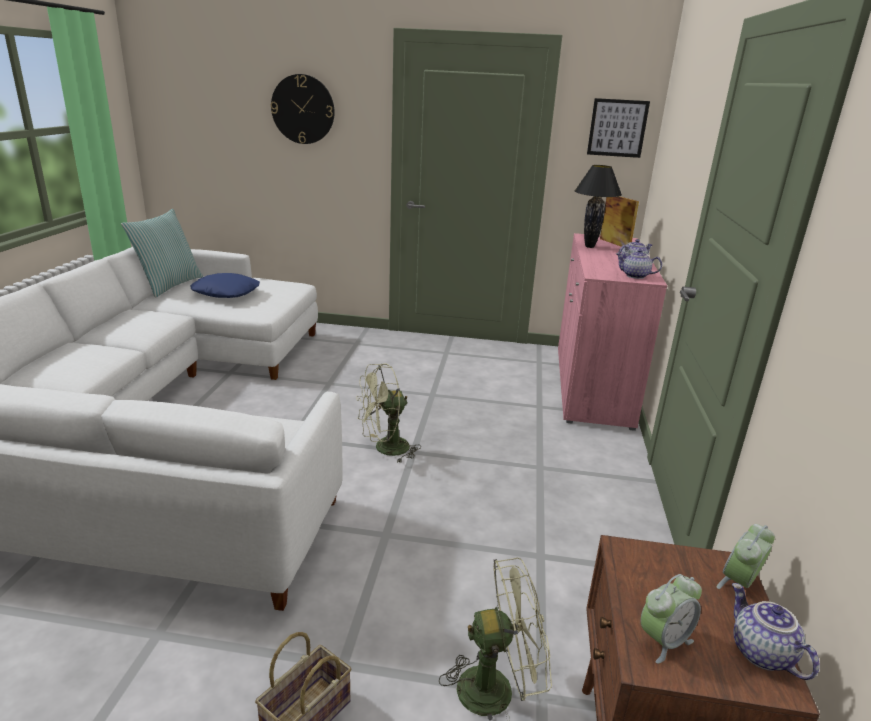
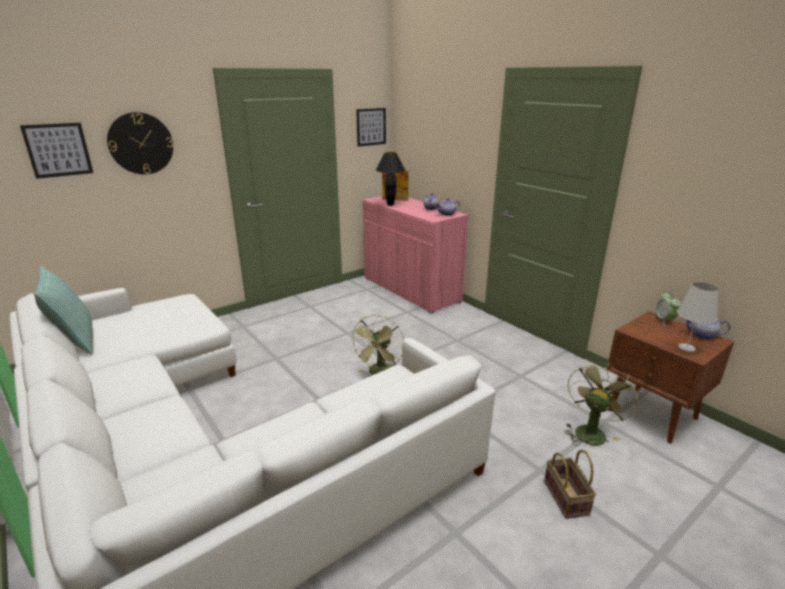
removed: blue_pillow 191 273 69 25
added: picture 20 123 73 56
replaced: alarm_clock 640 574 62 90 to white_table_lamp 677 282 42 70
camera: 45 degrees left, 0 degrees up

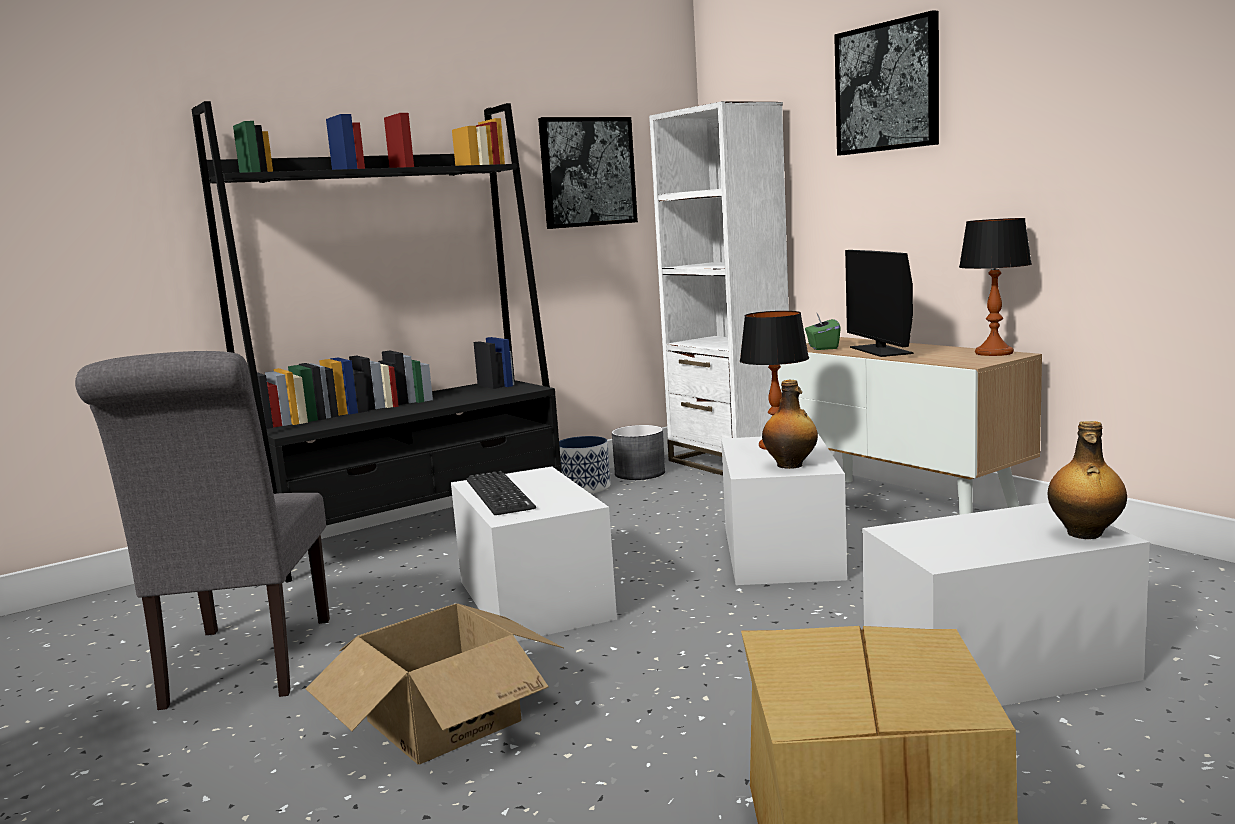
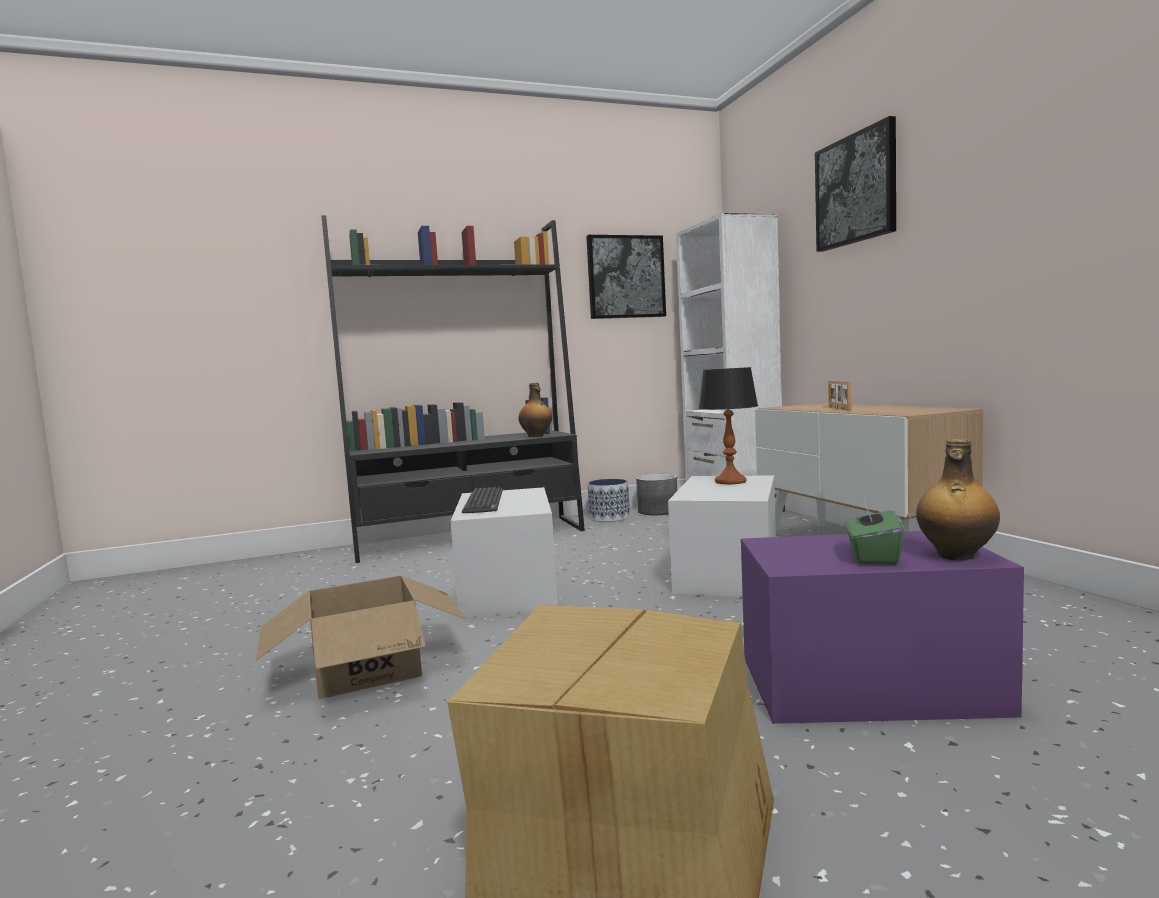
removed: table_lamp 959 218 73 138; grey_chair 75 351 255 359
moved: green_tissue_box 805 314 36 36 to 845 498 59 67; bottle 762 380 56 89 to 519 383 33 54
replaced: monitor 845 250 68 107 to picture_frame 828 380 23 31
recoloured: white_storage_box 862 502 288 204 to purple_storage_box 741 531 283 193
camera: 15 degrees right, 5 degrees down

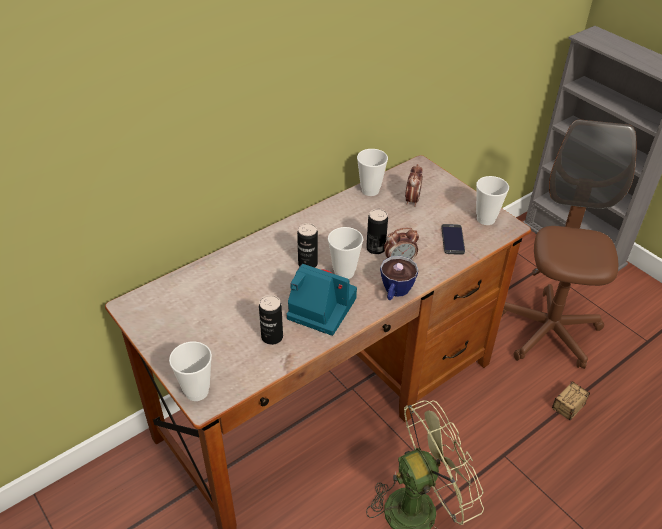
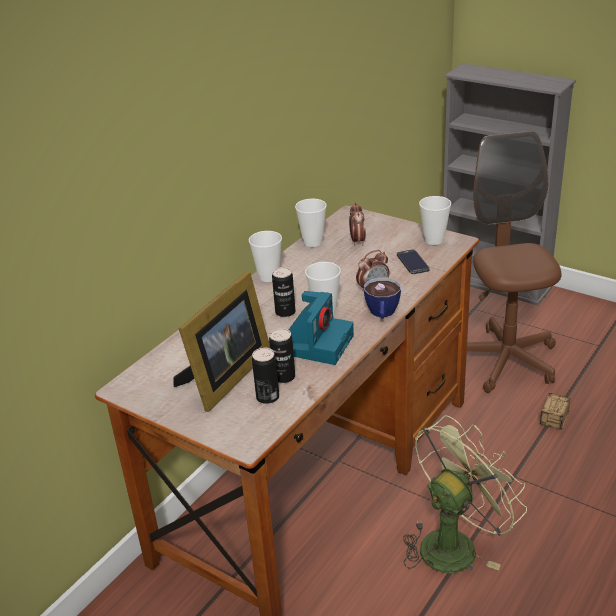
added: picture_frame 173 271 97 141
moved: can 366 209 22 45 to 252 348 27 56; cup 169 341 43 60 to 249 231 33 51
turned: photo_camera 286 264 71 72 = 289 291 65 74 105 degrees clockwise
camera: 15 degrees left, 10 degrees down

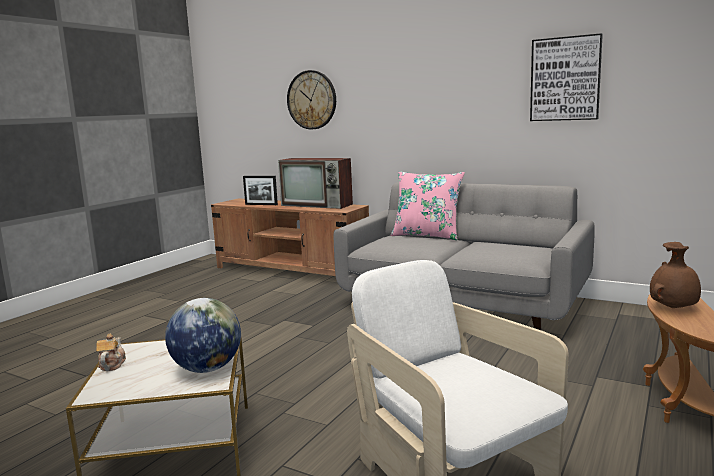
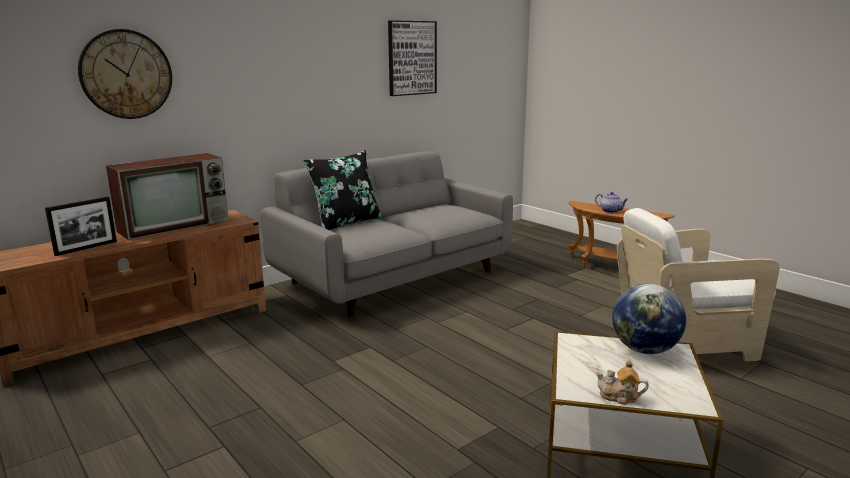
replaced: brown_vase 650 242 51 66 to teapot 595 192 33 21
recoloured: pink_pillow 391 171 74 69 to black_pillow 303 150 80 80
camera: 70 degrees left, 5 degrees up

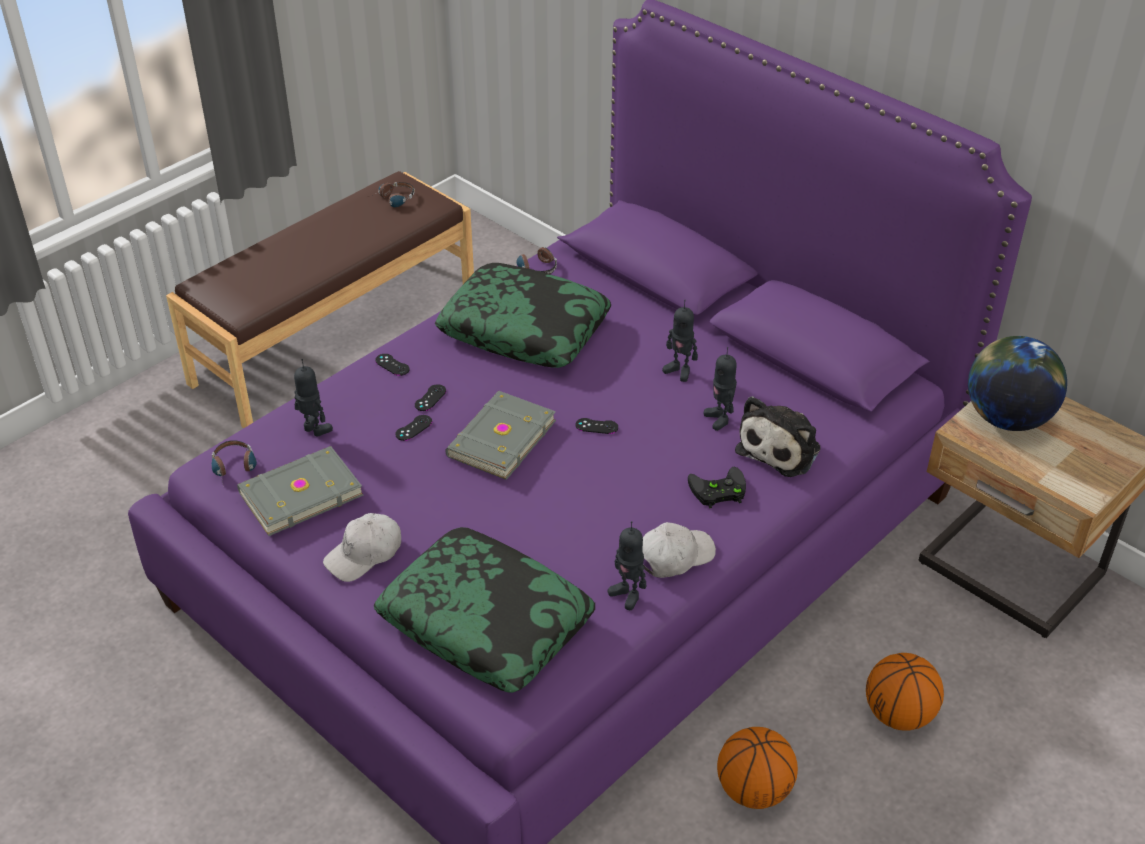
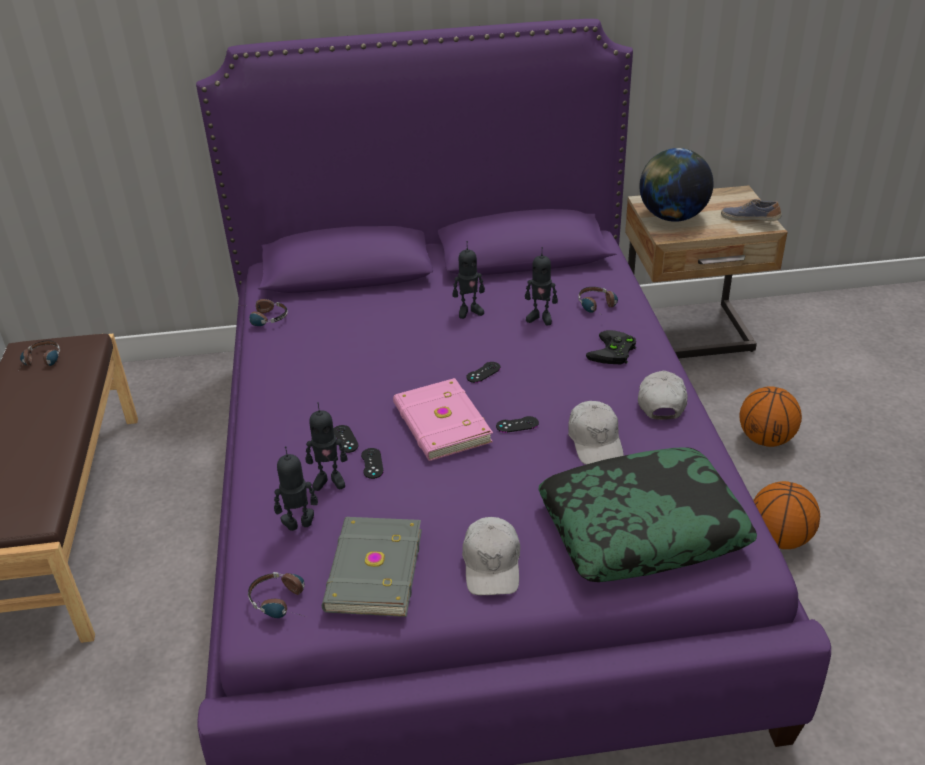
removed: pillow 435 263 176 105
added: shoe 721 199 61 22; white_cap 568 401 56 63
moved: black_game_controller 375 354 35 22 to 496 416 43 17; toy_robot 608 521 39 89 to 306 402 42 89
replaced: plush_toy 735 396 86 81 to headphones 578 287 40 26
recoloured: grey_book 446 391 110 89 to pink_book 393 378 100 83
camera: 50 degrees left, 5 degrees down

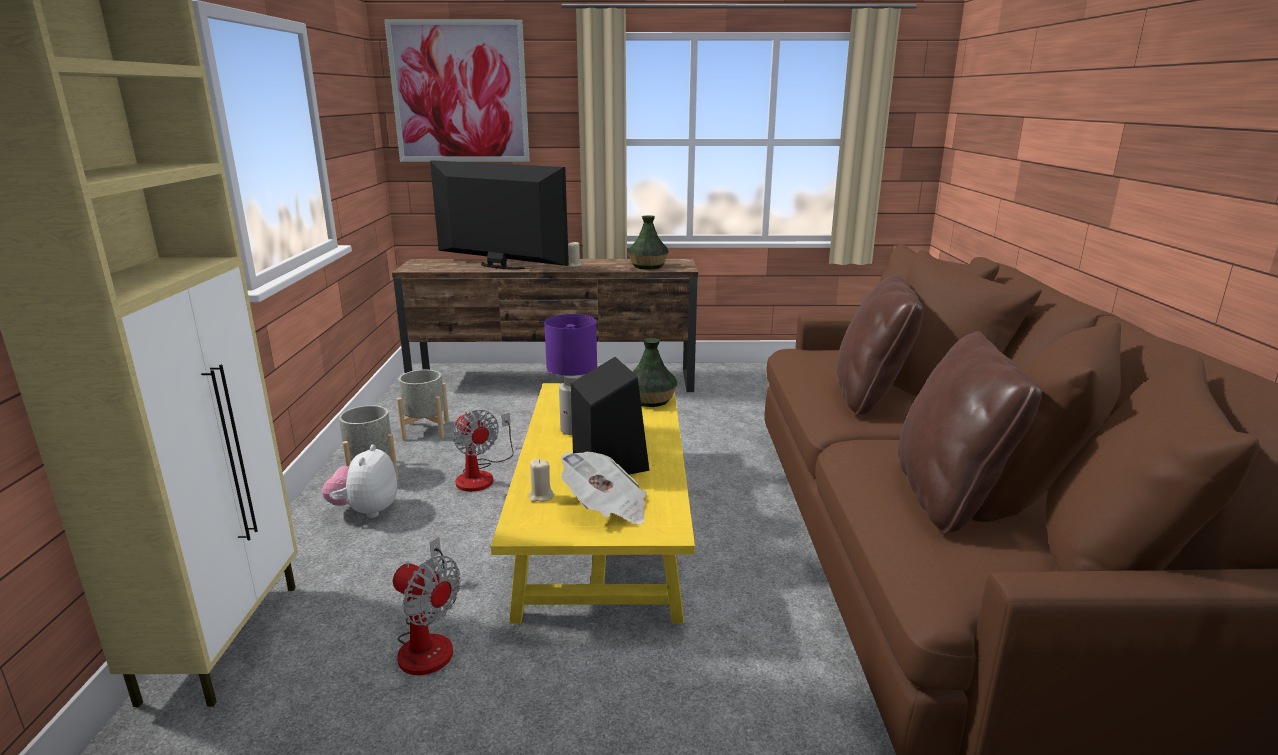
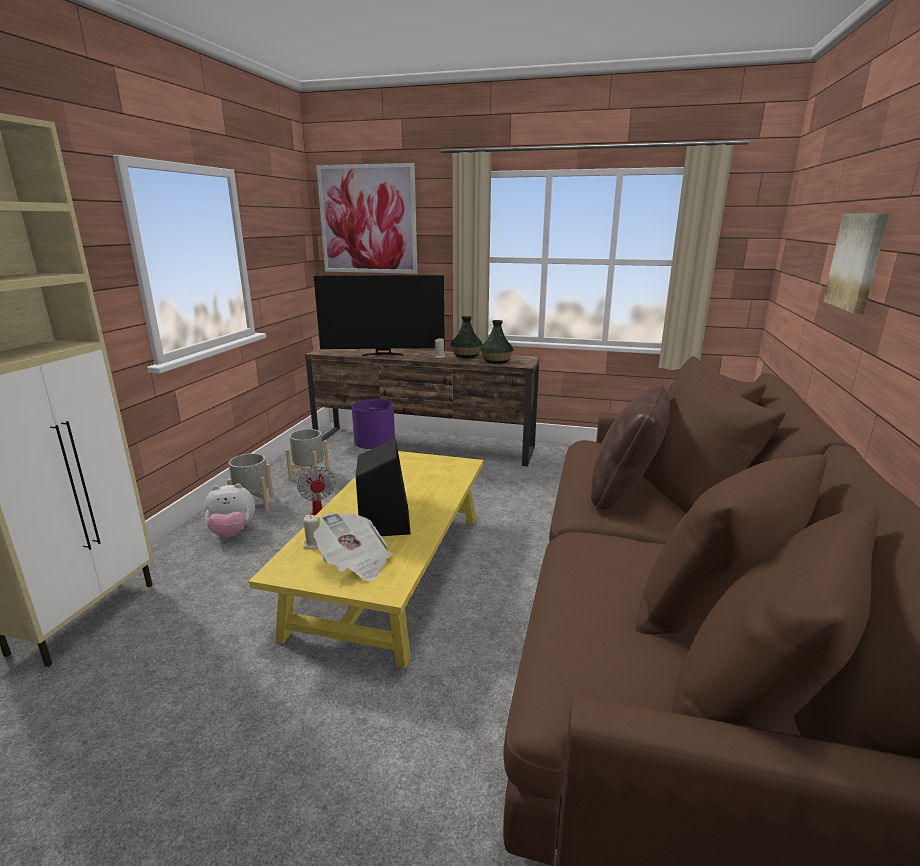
removed: brown_pillow 898 331 144 204; fan 393 537 68 138
added: picture 823 213 66 101
moved: vase 633 338 44 69 to 451 316 32 42
turned: television 430 160 139 110 = 314 275 131 81 135 degrees clockwise; plush_toy 322 444 75 74 = 204 484 51 54 120 degrees counterclockwise
camera: 15 degrees right, 0 degrees up

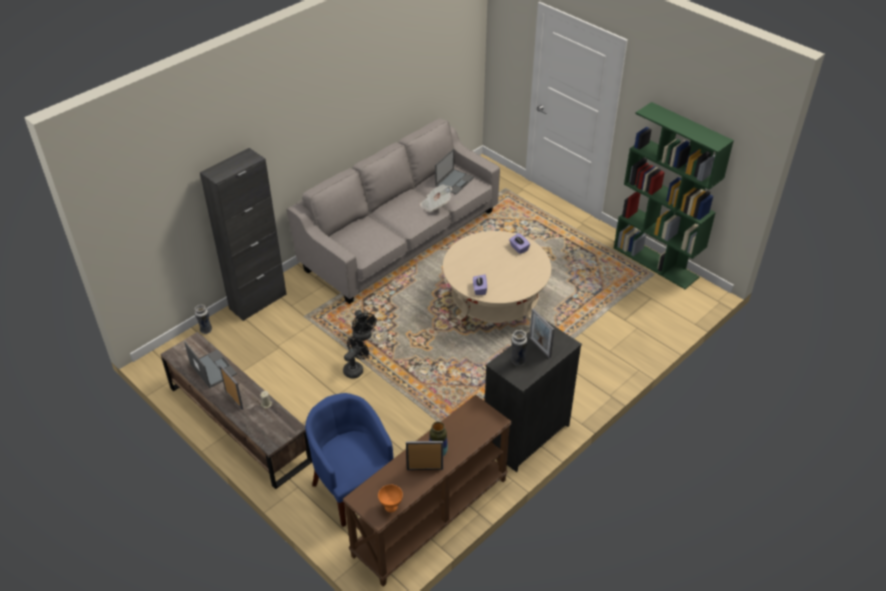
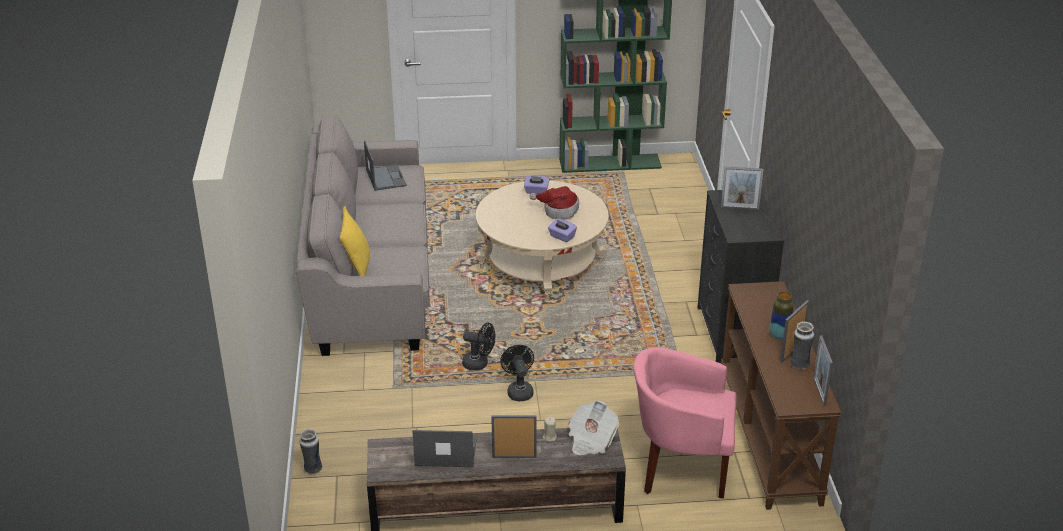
removed: black_cabinet 200 148 87 173
added: hat 529 186 50 33; yellow_pillow 340 206 30 70
moved: newspaper 420 184 32 28 to 569 400 50 55; vase 511 330 16 36 to 791 322 23 48
replaced: orange_bowl 378 485 25 27 to picture_frame 813 335 20 71
recoloured: blue_armchair 305 393 89 134 to pink_armchair 633 347 104 151
camera: 50 degrees left, 10 degrees down

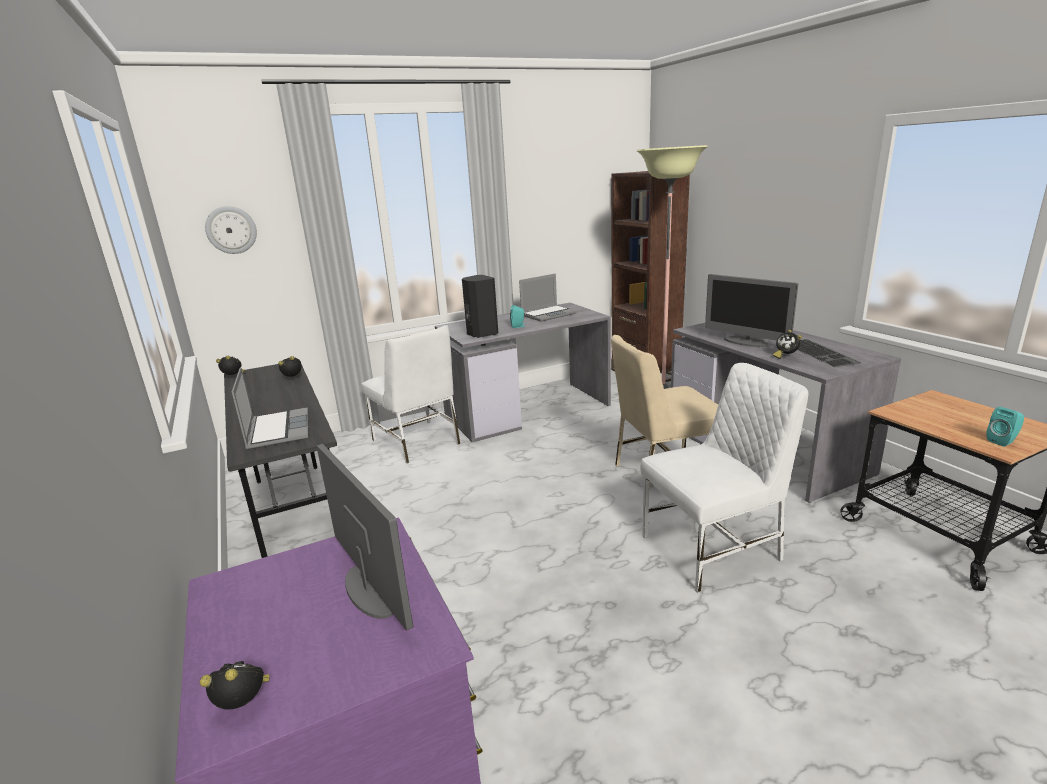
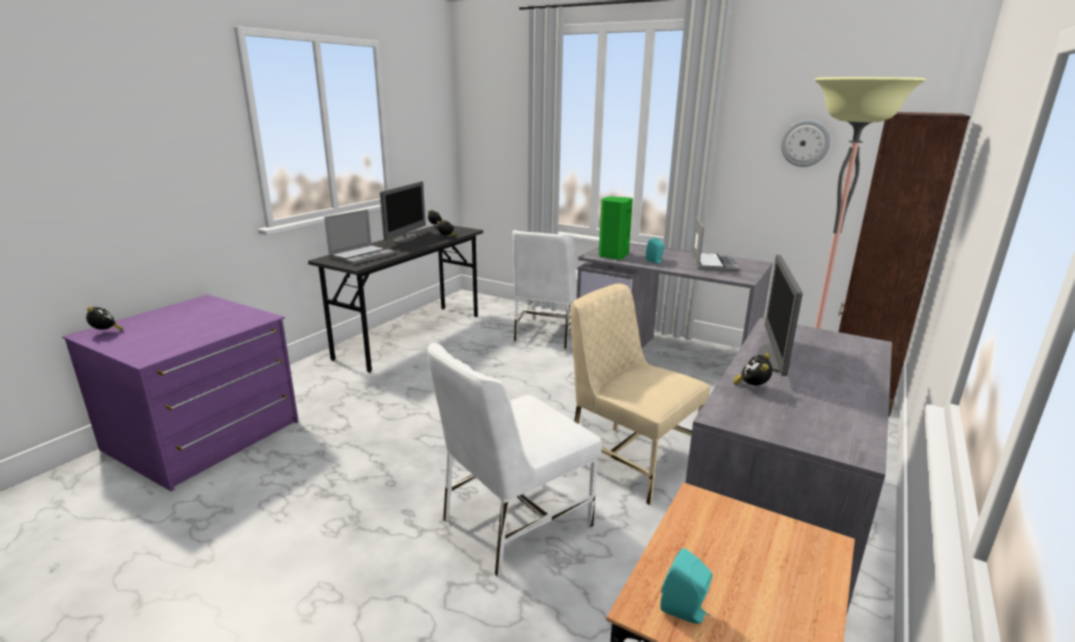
removed: keyboard 798 339 63 28
moved: wall_clock 205 206 52 48 to 781 119 50 48; monitor 316 444 97 187 to 380 181 46 62
recoloured: black_speaker 462 275 36 63 to green_speaker 599 197 34 63
turned: laptop 519 273 58 49 = 692 217 47 54 105 degrees counterclockwise; white_chair 641 363 167 230 = 427 343 175 234 105 degrees clockwise
camera: 55 degrees right, 0 degrees up

